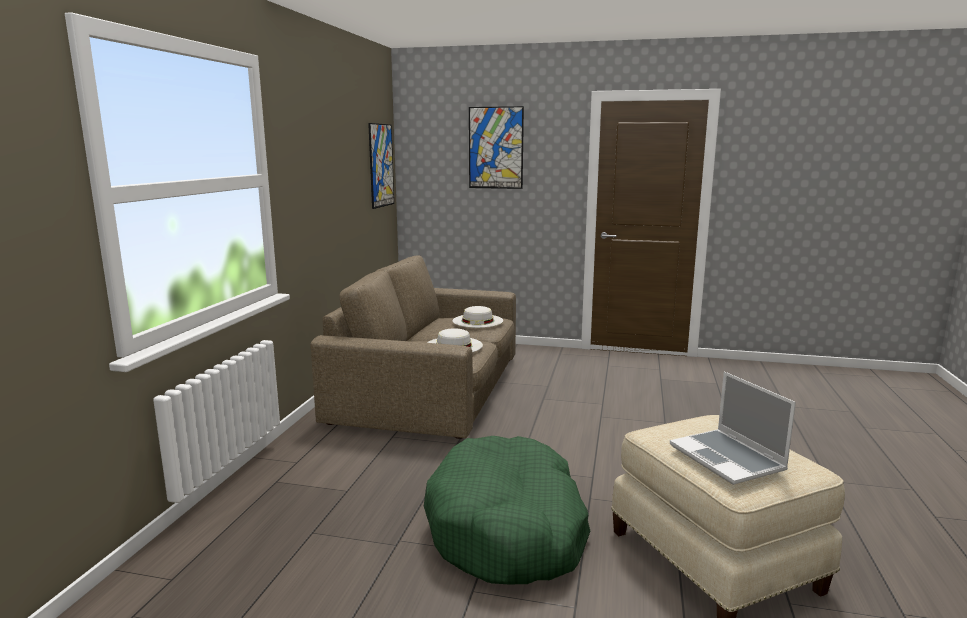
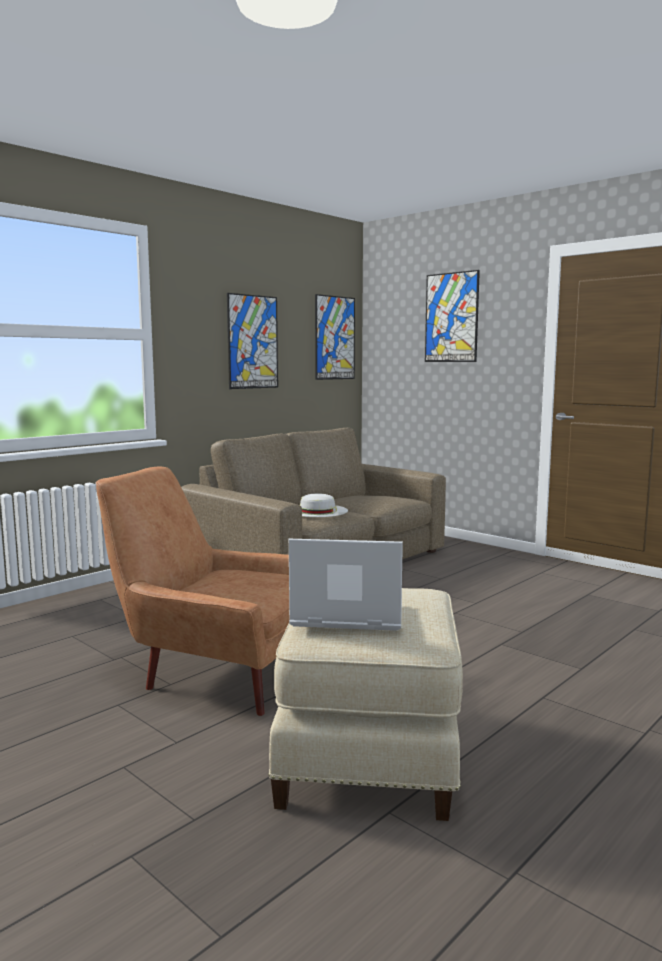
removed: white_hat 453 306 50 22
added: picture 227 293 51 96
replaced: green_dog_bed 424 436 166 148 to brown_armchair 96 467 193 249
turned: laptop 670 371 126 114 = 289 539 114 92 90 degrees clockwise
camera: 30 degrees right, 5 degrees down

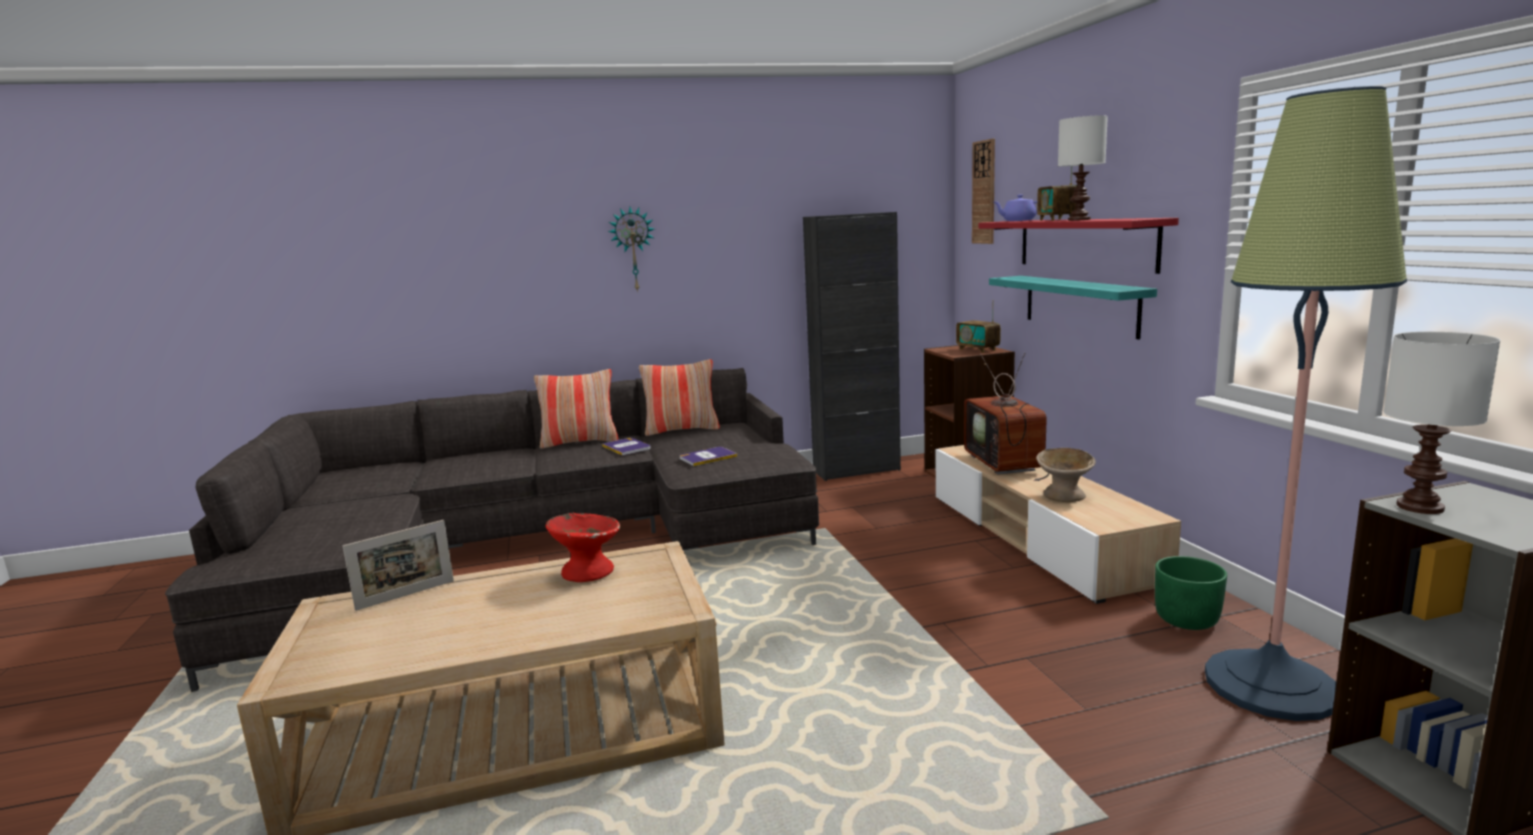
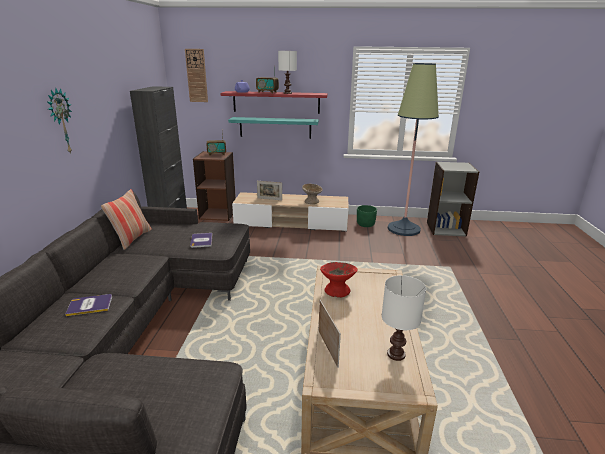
removed: pillow 534 369 85 80
moved: white_table_lamp 1383 332 118 182 to 382 275 44 86; book 602 438 49 18 to 65 294 47 22
replaced: television 964 353 85 128 to picture_frame 257 181 25 19
camera: 70 degrees left, 10 degrees up

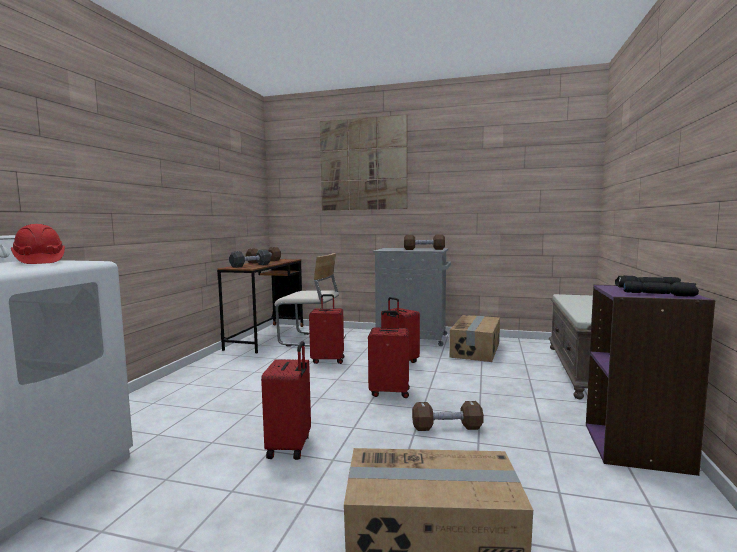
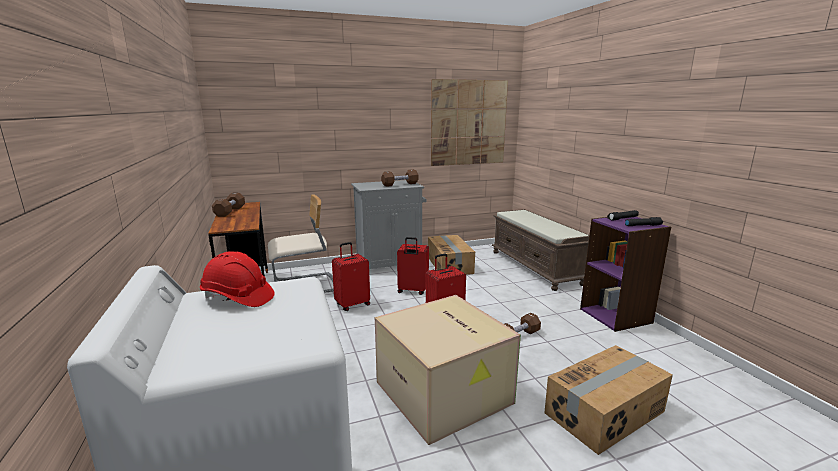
removed: black_dumbbell 229 250 42 18
moved: picture 320 115 87 95 to 431 79 77 87
replaced: red_suitcase 261 341 50 119 to cardboard_box 375 295 146 150
camera: 35 degrees left, 10 degrees up

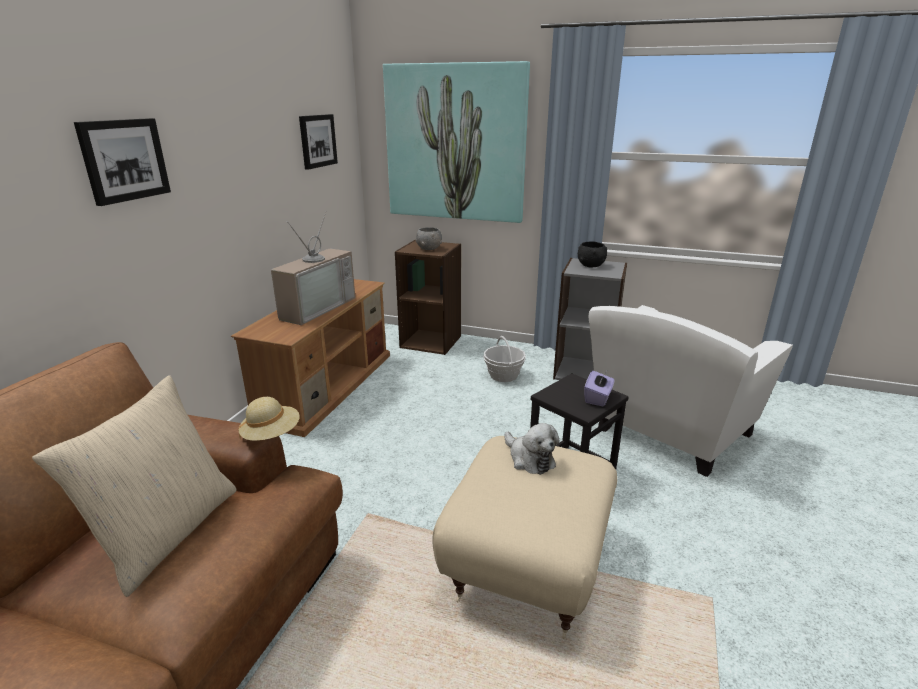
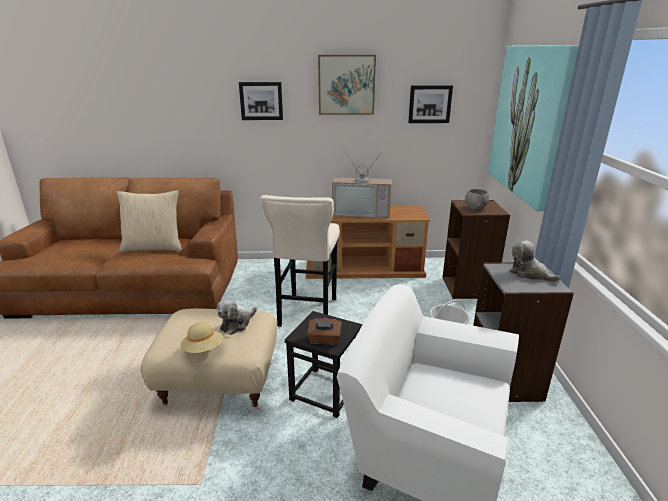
added: picture 318 55 58 60; beige_stool 260 195 80 132
moved: beige_hat 238 397 62 44 to 181 322 42 31
replaced: black_bowl 578 241 29 26 to plush_toy 509 240 51 42
recoloured: purple_tissue_box 584 371 30 35 to brown_tissue_box 307 318 34 27
camera: 70 degrees right, 0 degrees up

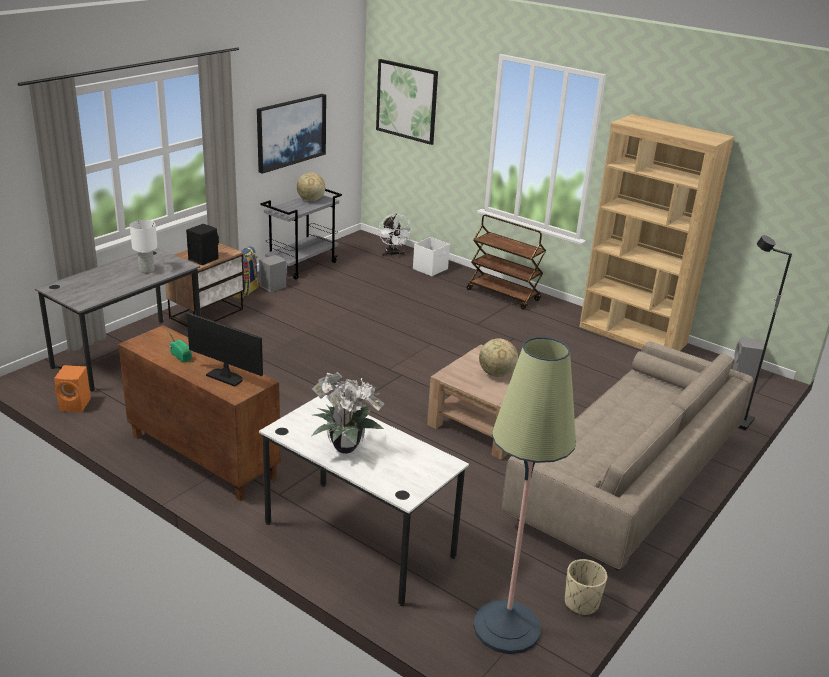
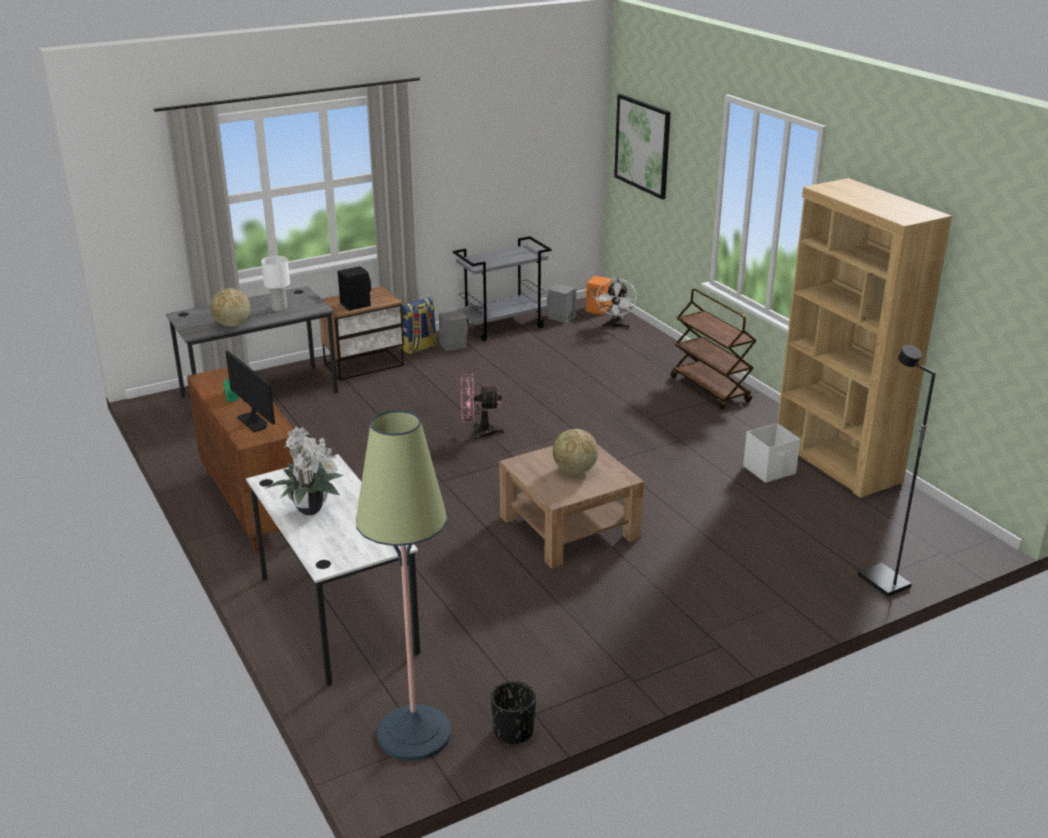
removed: picture 257 94 69 80; beige_sofa 502 342 251 228
added: pink_fan 461 374 43 67
moved: globe 297 172 28 29 to 210 288 40 39; white_storage_box 413 237 37 39 to 743 423 58 60; grey_speaker 733 337 33 41 to 547 284 29 39; orange_speaker 54 365 37 47 to 586 276 26 38
recoloured: beige_planter 565 559 42 57 to black_planter 491 681 45 64
camera: 25 degrees right, 0 degrees up

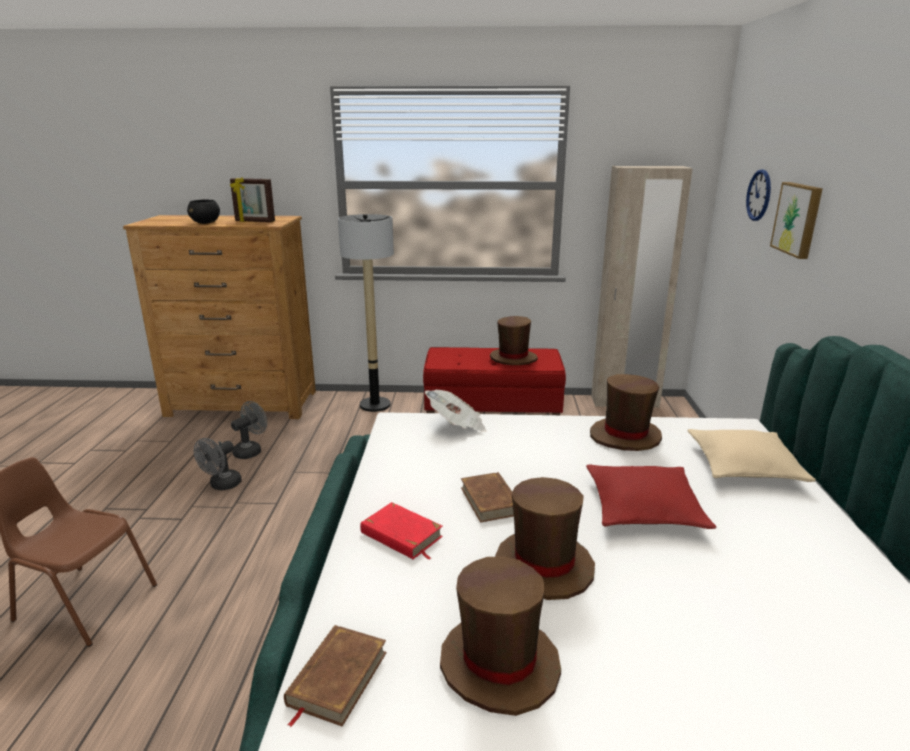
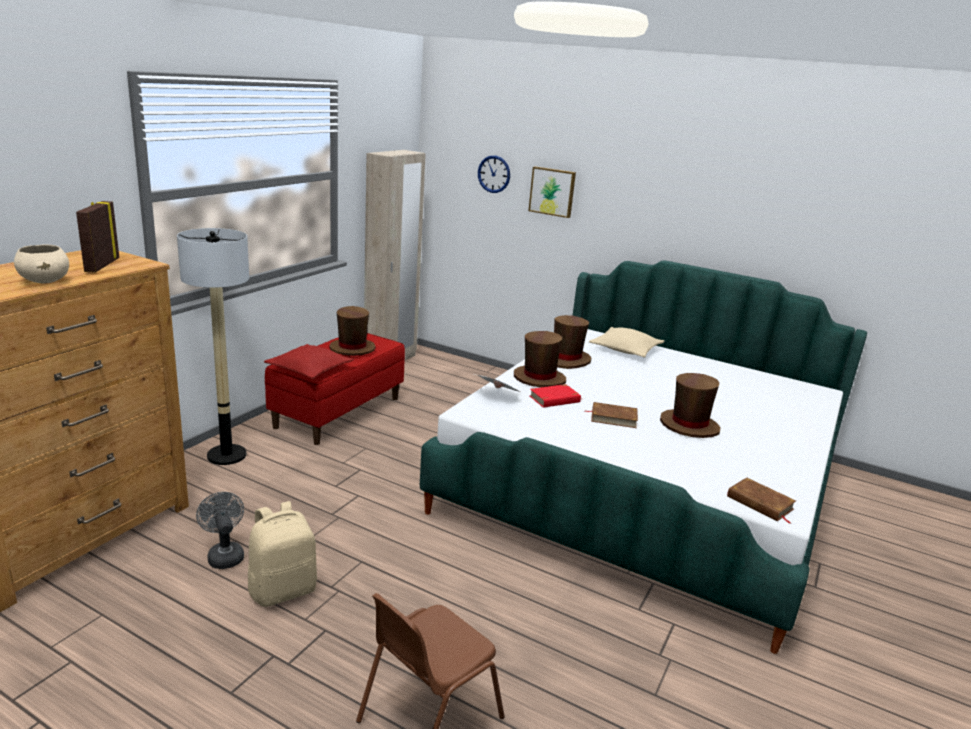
moved: red_pillow 586 464 130 65 to 264 344 90 35; red_book 360 502 83 58 to 530 384 52 24; brown_hat 440 556 121 160 to 514 331 52 56
replaced: grey_fan 194 438 48 52 to beige_backpack 248 501 69 106
recoloured: black_bowl 187 199 33 25 to beige_bowl 14 245 55 38
turned: picture_frame 230 177 45 45 = 76 201 43 72 135 degrees clockwise
camera: 65 degrees left, 0 degrees up

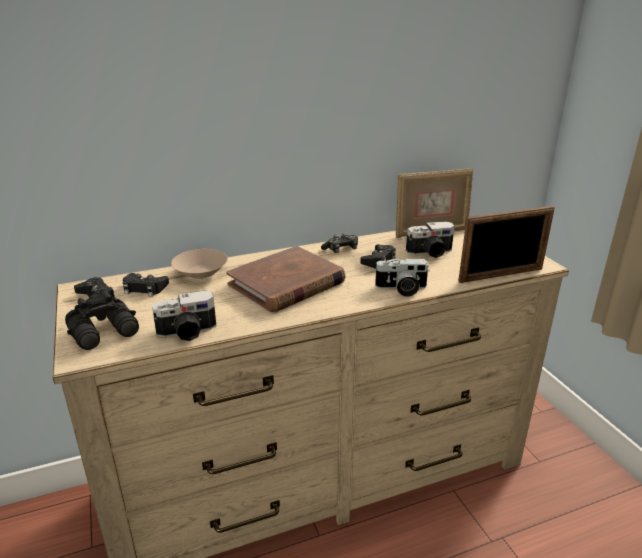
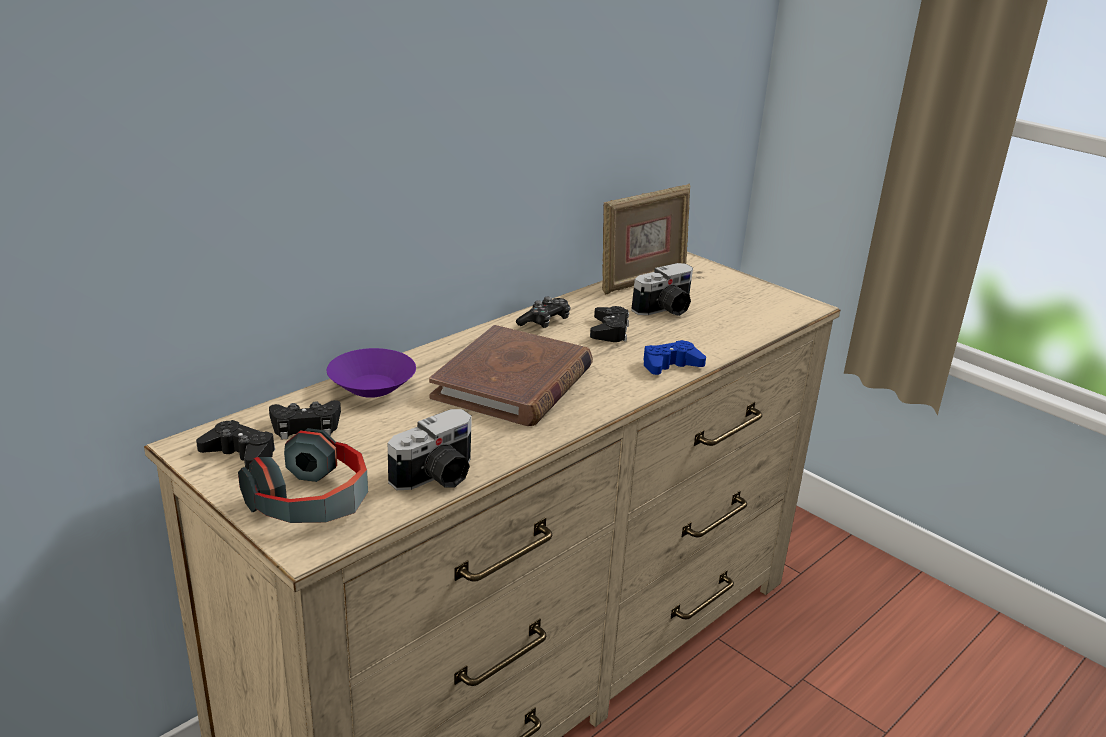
removed: picture_frame 458 206 97 77
replaced: photo_camera 374 258 56 39 to blue_game_controller 644 340 62 35; black_binoculars 65 289 74 61 to headphones 238 428 130 95
recoloured: beige_bowl 171 249 57 30 to purple_bowl 327 348 89 50
camera: 25 degrees left, 0 degrees up

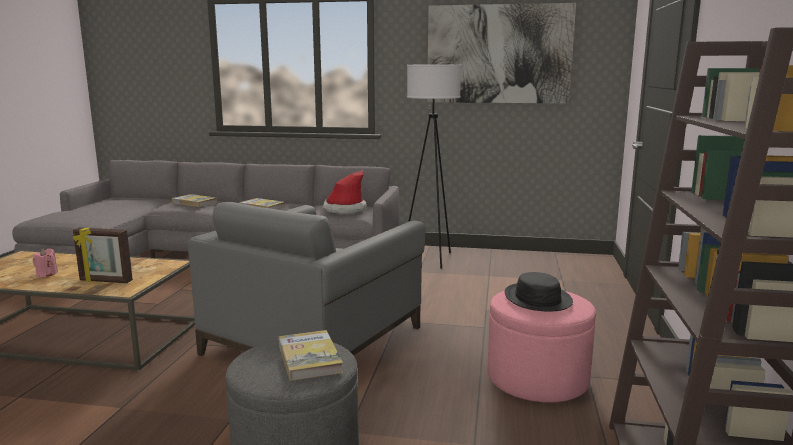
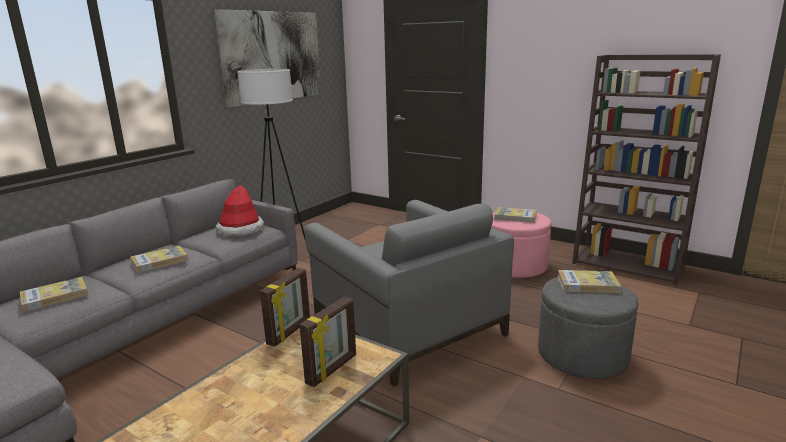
removed: pink_candle 33 248 25 29
added: picture_frame 260 268 50 79
replaced: black_hat 505 272 68 39 to book 494 207 43 16
camera: 65 degrees left, 5 degrees up

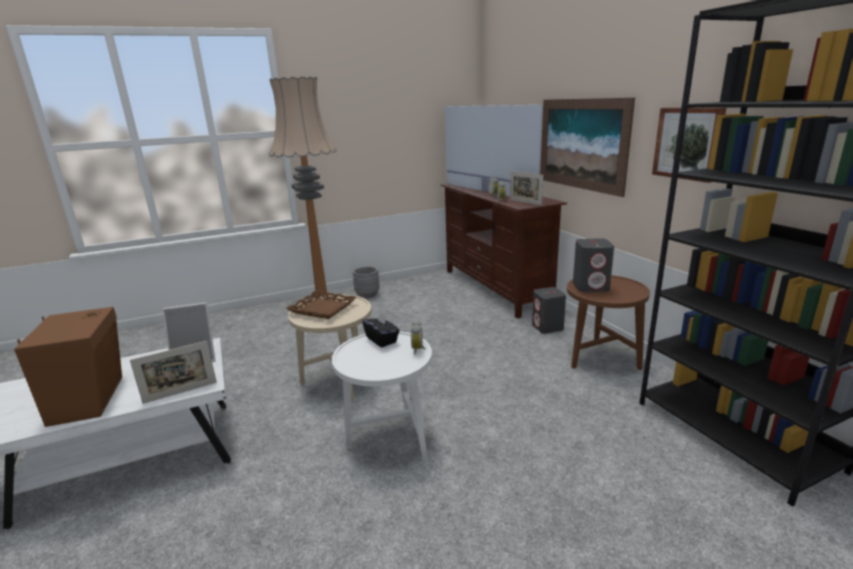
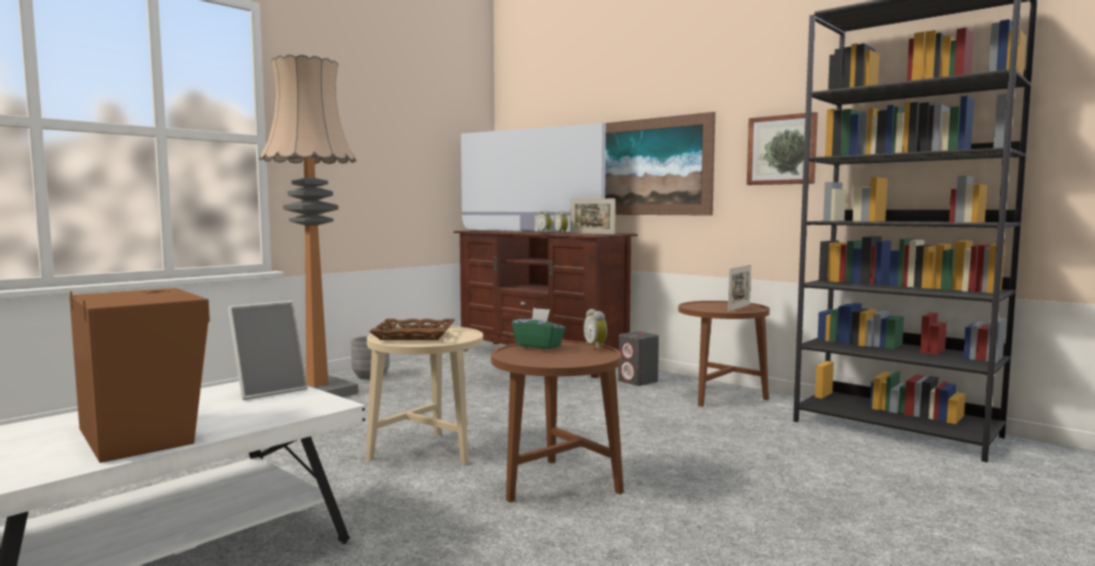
removed: grey_speaker 573 238 41 54
moved: picture_frame 130 341 87 63 to 728 265 23 47
recoloured: black_tissue_box 362 312 38 35 to green_tissue_box 512 308 54 41; white_side_table 332 331 100 130 to brown_side_table 491 341 133 161
camera: 25 degrees left, 15 degrees down

